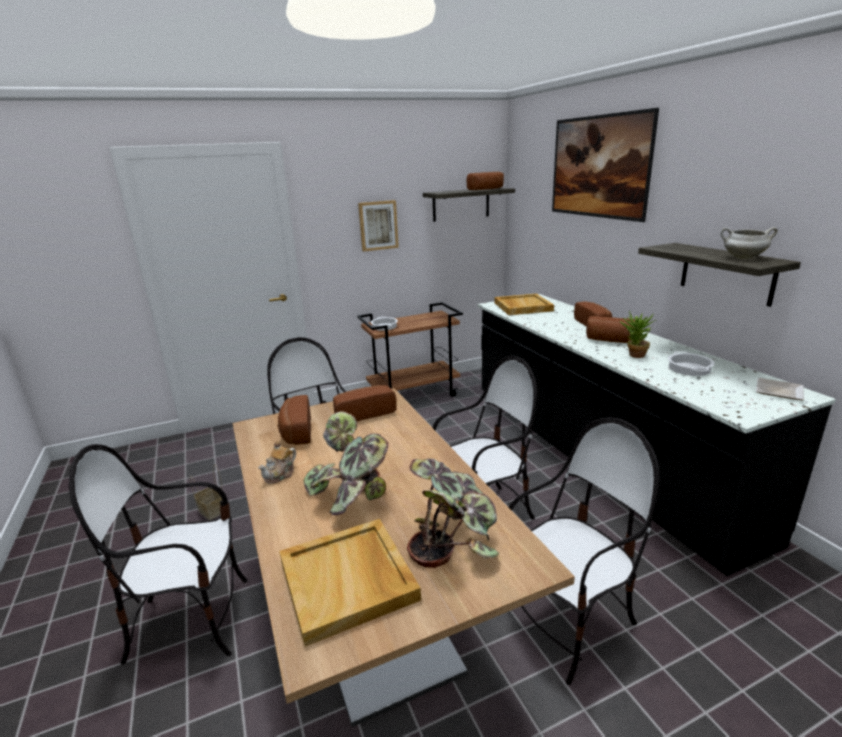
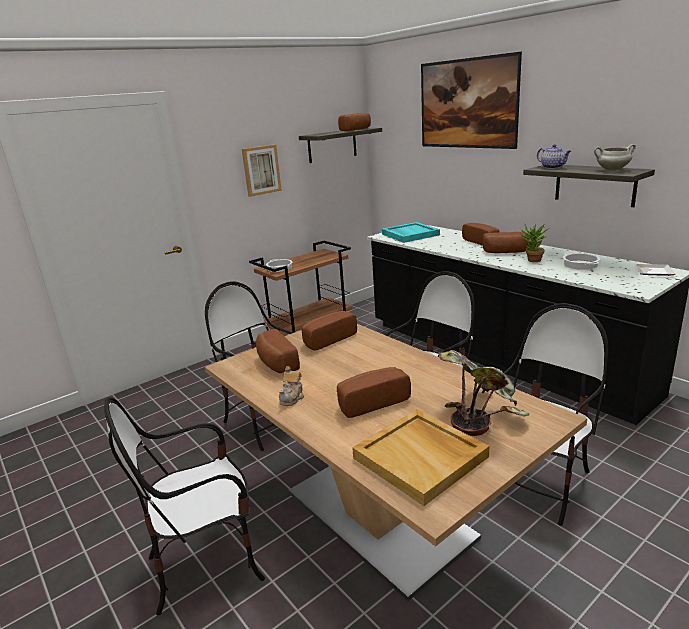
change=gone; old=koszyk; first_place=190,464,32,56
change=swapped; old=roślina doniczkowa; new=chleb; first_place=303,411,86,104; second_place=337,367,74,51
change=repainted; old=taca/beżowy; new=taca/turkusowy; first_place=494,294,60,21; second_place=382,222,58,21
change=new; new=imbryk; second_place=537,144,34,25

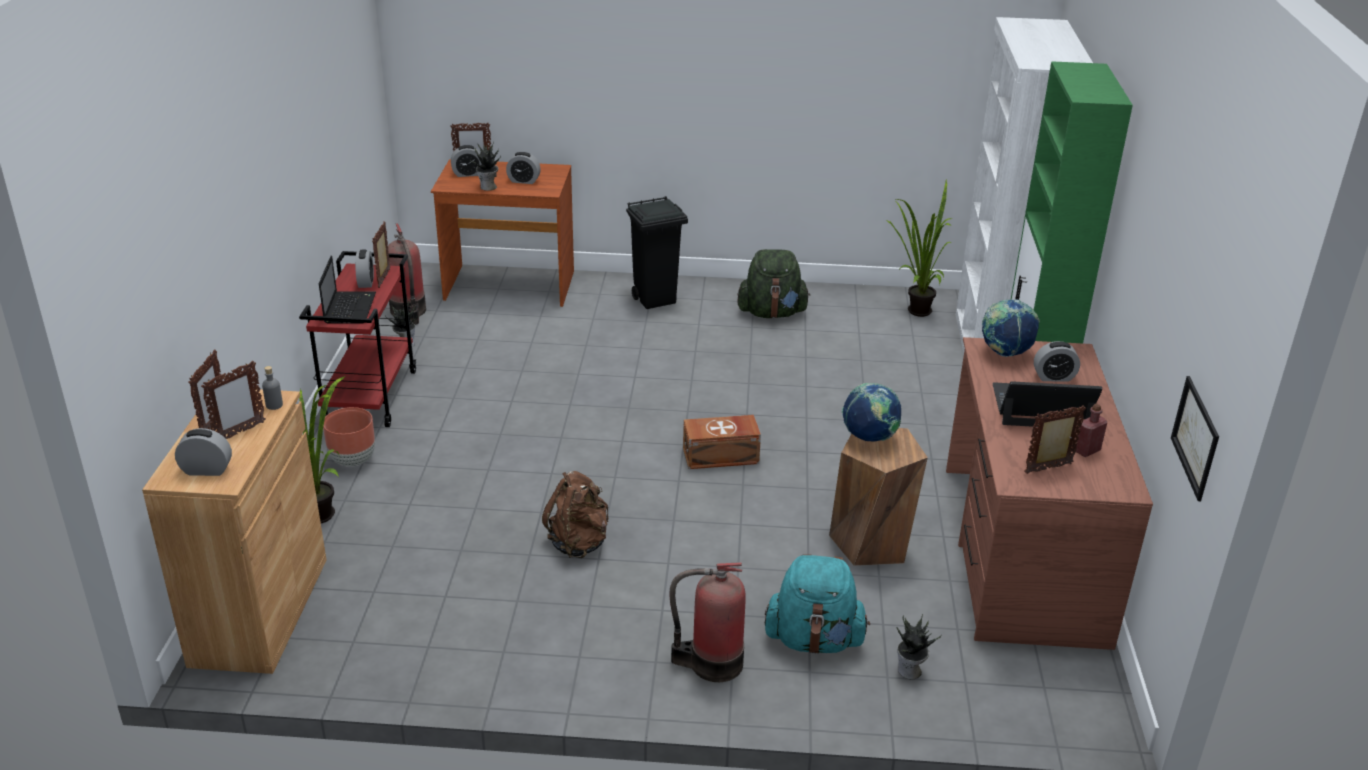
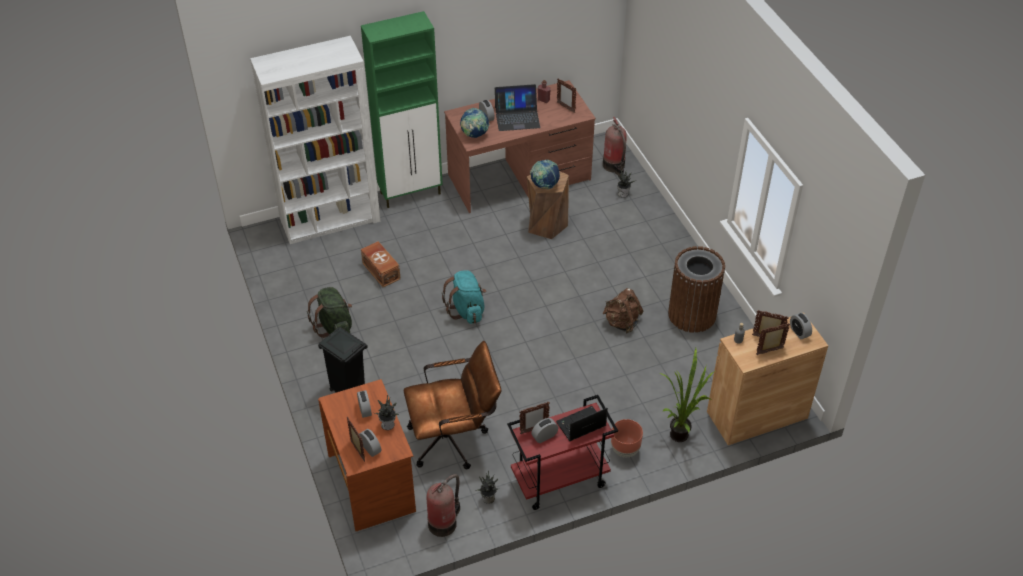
change=shifted; old=gaśnica; first_place=669,562,76,120; second_place=603,117,24,60
change=shifted; old=pojemnik do przechowywania/brązowy; first_place=683,415,78,54; second_place=361,241,40,46
change=shifted; old=plecak/turkusowy; first_place=765,554,105,100; second_place=442,270,44,54
change=gone; old=roślina doniczkowa; first_place=885,180,67,137
change=rotated; old=laptop; first_place=992,381,110,46; second_place=495,84,45,47; degrees=-75
change=gone; old=obraz; first_place=1171,376,48,125
change=new; new=krzesło biurowe/brązowy; second_place=404,341,98,128
change=new; new=kosz na śmieci/brązowy; second_place=668,246,57,87

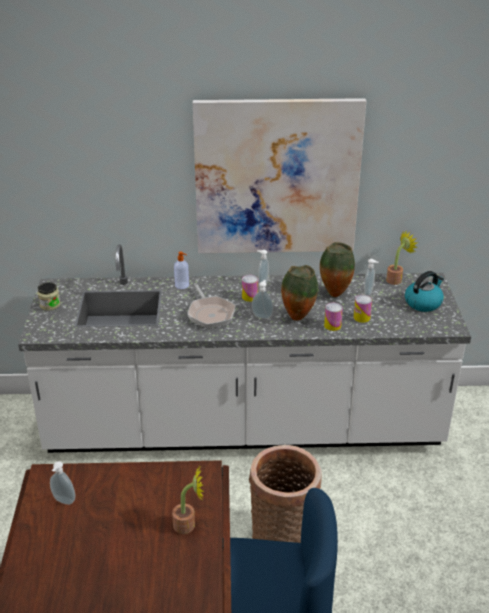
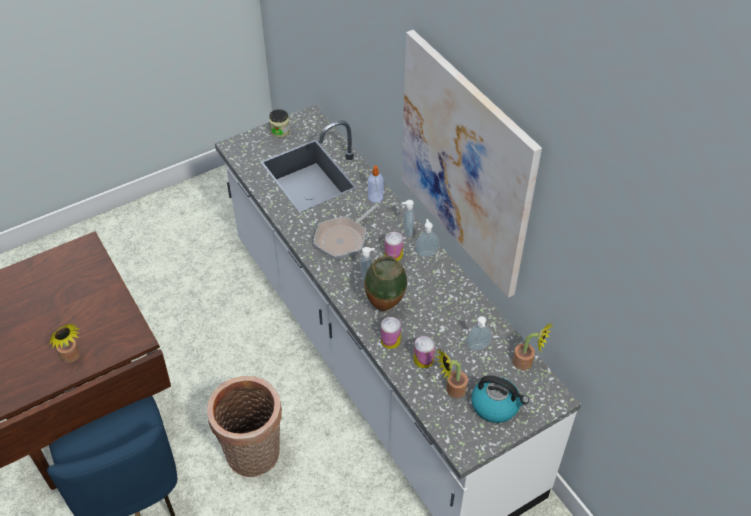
change=shifted; old=dozownik mydła; first_place=50,461,25,44; second_place=402,200,13,37
change=gone; old=wazon; first_place=320,242,35,55
change=new; new=roślina doniczkowa; second_place=436,350,32,48

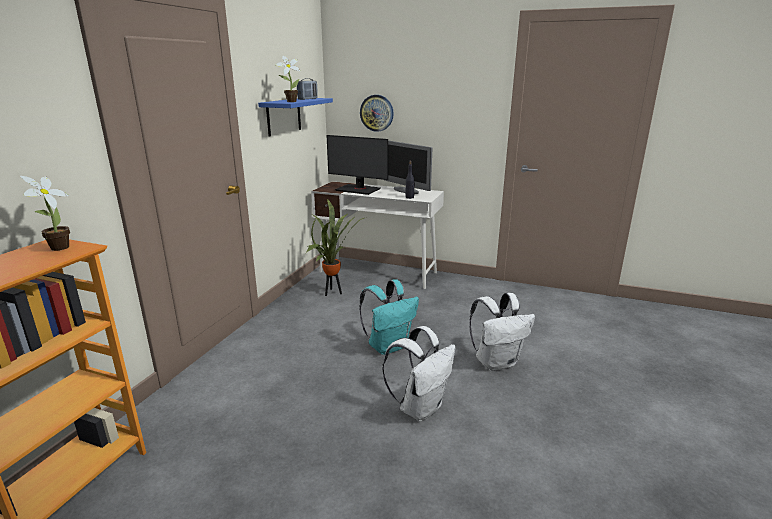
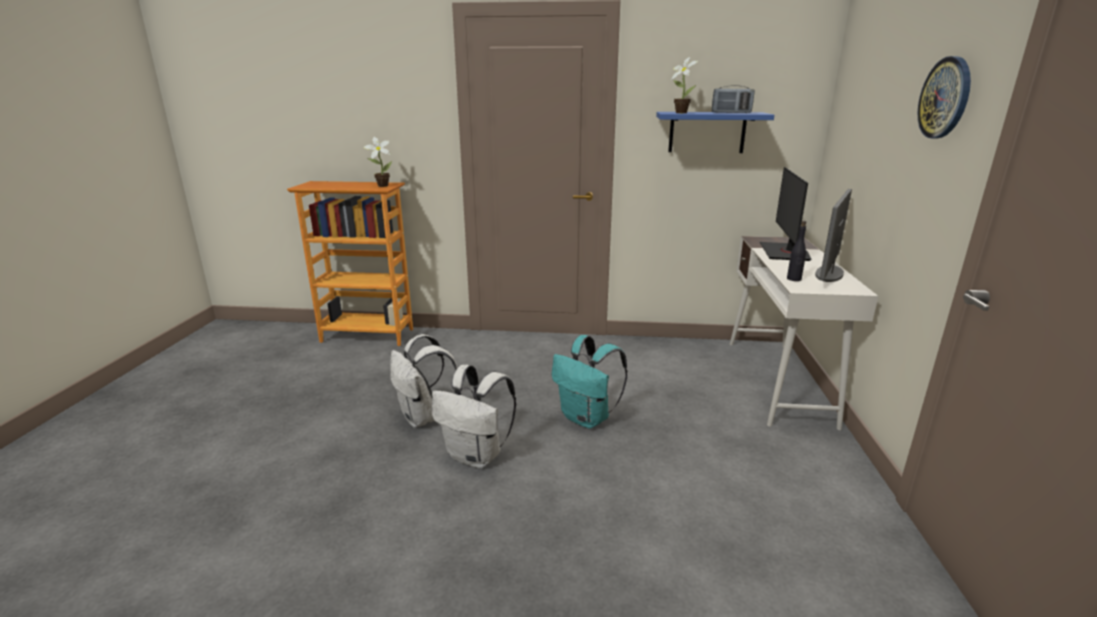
change=gone; old=roślina doniczkowa; first_place=306,199,58,97
change=shifted; old=zegar ścienny; first_place=360,95,34,37; second_place=918,56,53,82
change=shifted; old=plecak/biały; first_place=469,293,66,78; second_place=390,334,68,94

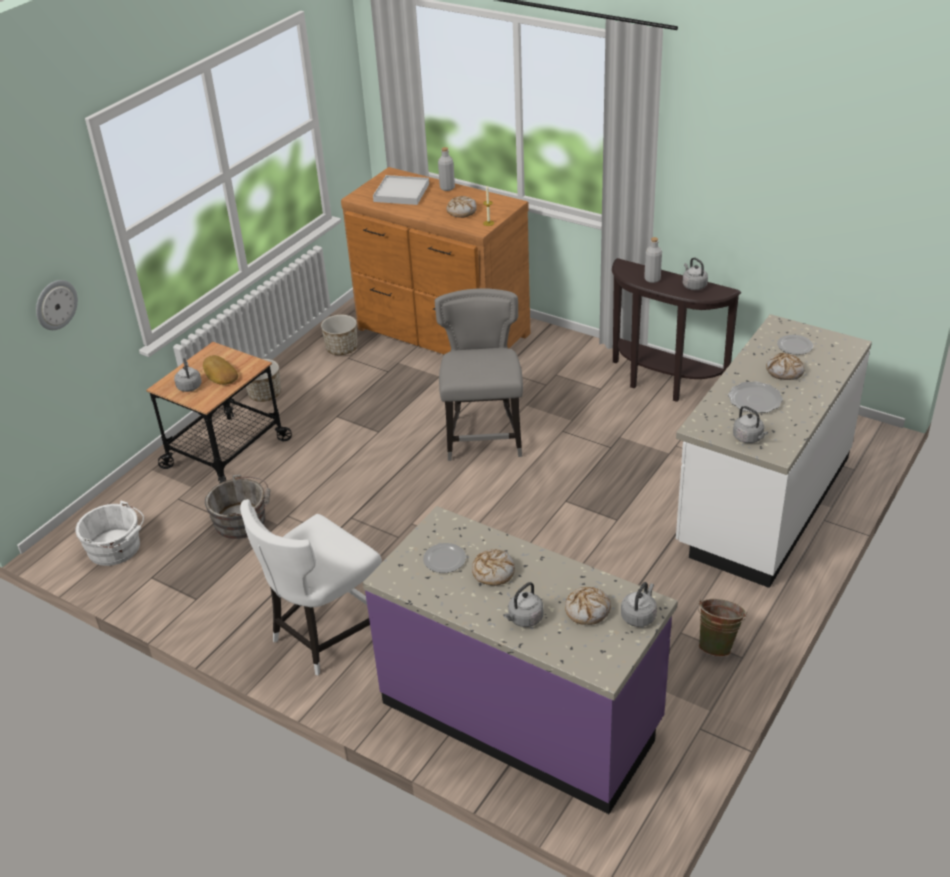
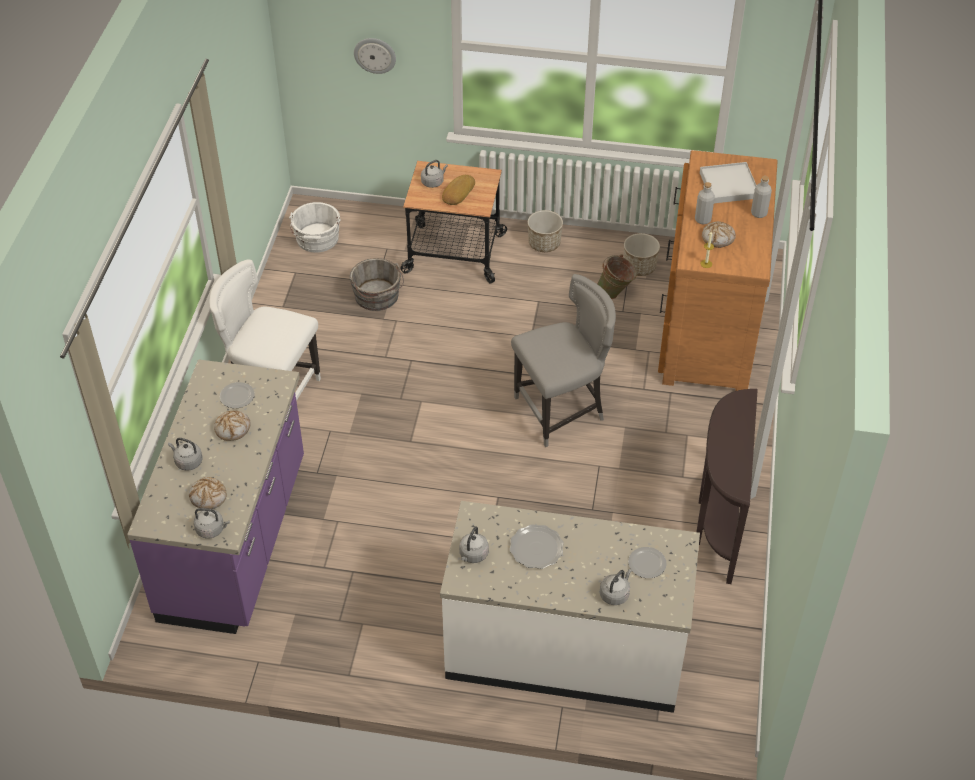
change=shifted; old=butelka/szary; first_place=644,237,18,46; second_place=695,182,20,42
change=shifted; old=czajnik/szary; first_place=682,258,26,32; second_place=600,569,32,36
change=shifted; old=wiadro/zielony; first_place=698,599,49,58; second_place=597,254,40,45
change=gone; old=chleb; first_place=766,353,39,27

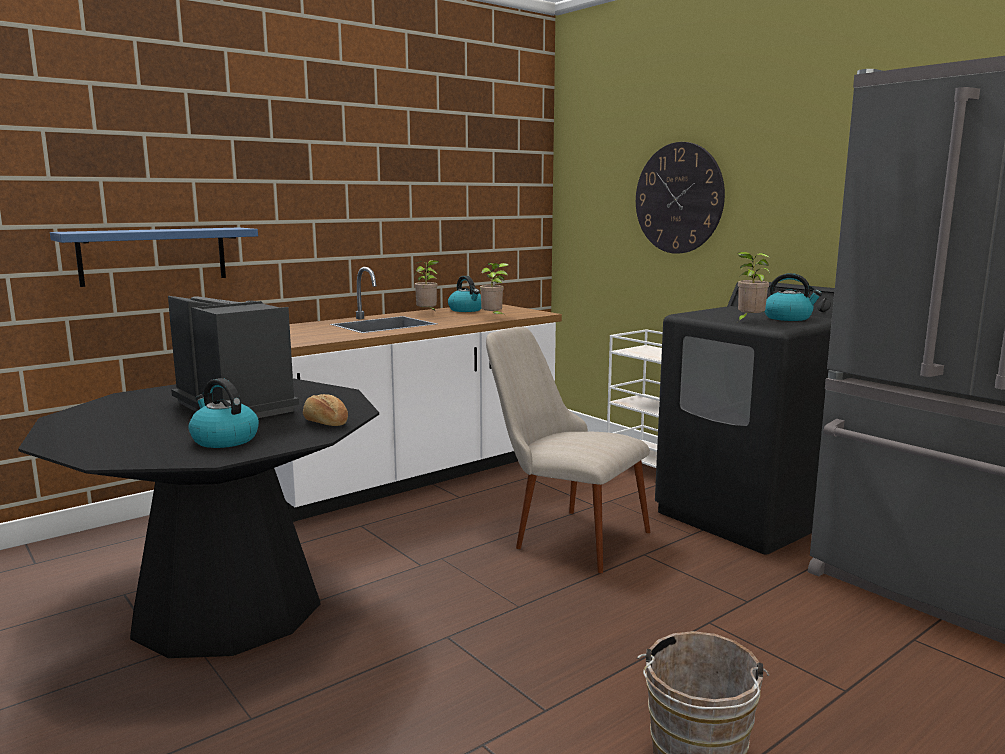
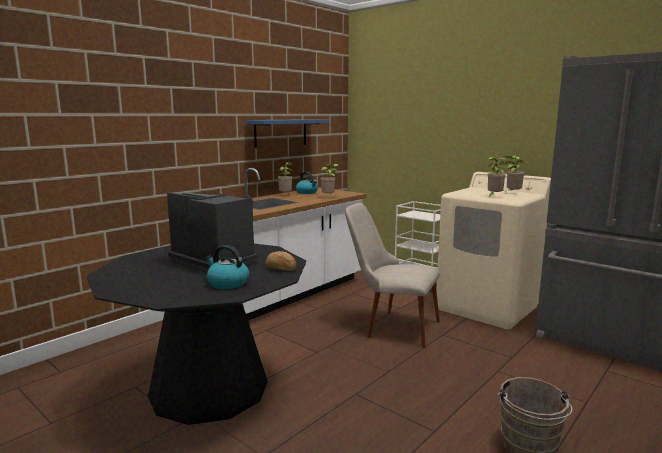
change=shifted; old=półka/niebieski; first_place=50,227,208,60; second_place=246,119,83,29
change=gone; old=zegar ścienny; first_place=636,142,89,112
change=repainted; old=pralka/czarny; new=pralka/beżowy; first_place=655,282,180,273; second_place=436,172,115,158
change=swapped; old=czajnik; new=roślina doniczkowa; first_place=764,273,58,48; second_place=504,155,20,37

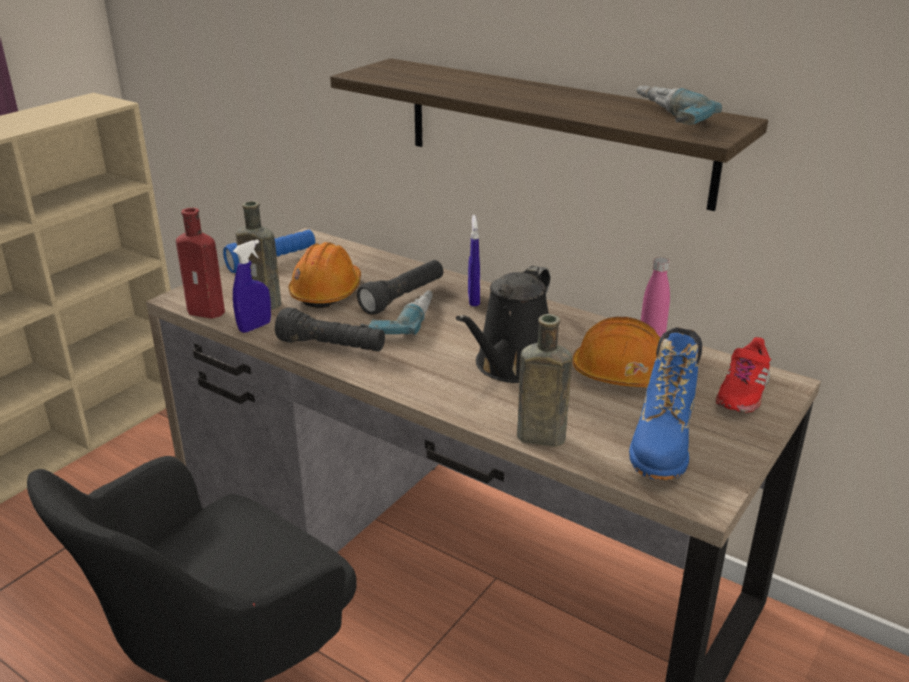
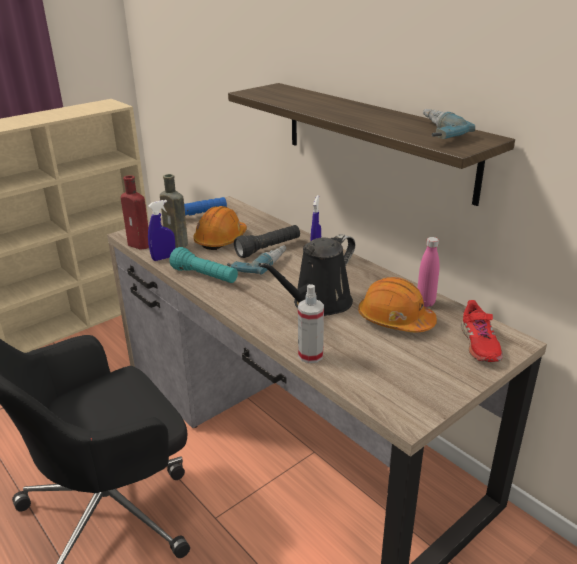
change=repainted; old=latarka/czarny; new=latarka/turkusowy; first_place=275,307,110,45; second_place=170,247,68,36
change=swapped; old=butelka/brązowy; new=spryskiwacz; first_place=517,314,55,133; second_place=298,284,26,79
change=gone; old=but z cholewką/niebieski; first_place=629,327,73,153
change=rotated; old=but/czerwony; first_place=715,337,56,76; second_place=461,300,42,62; degrees=-45

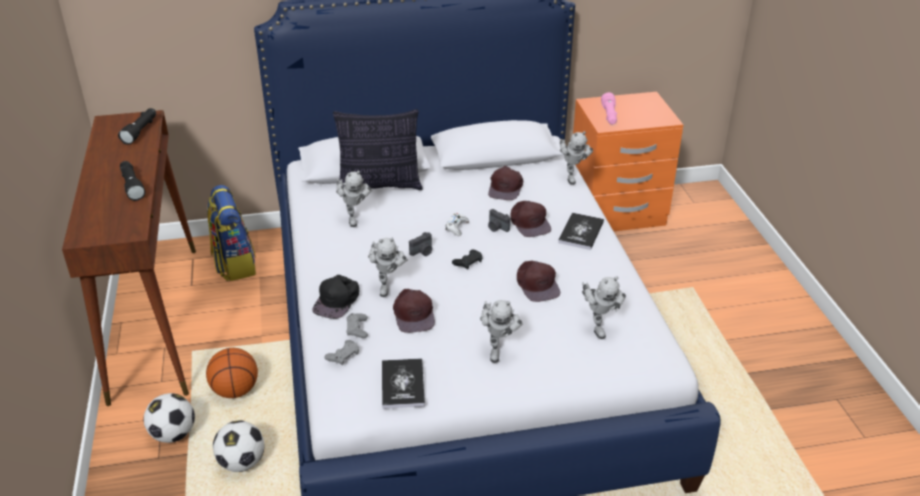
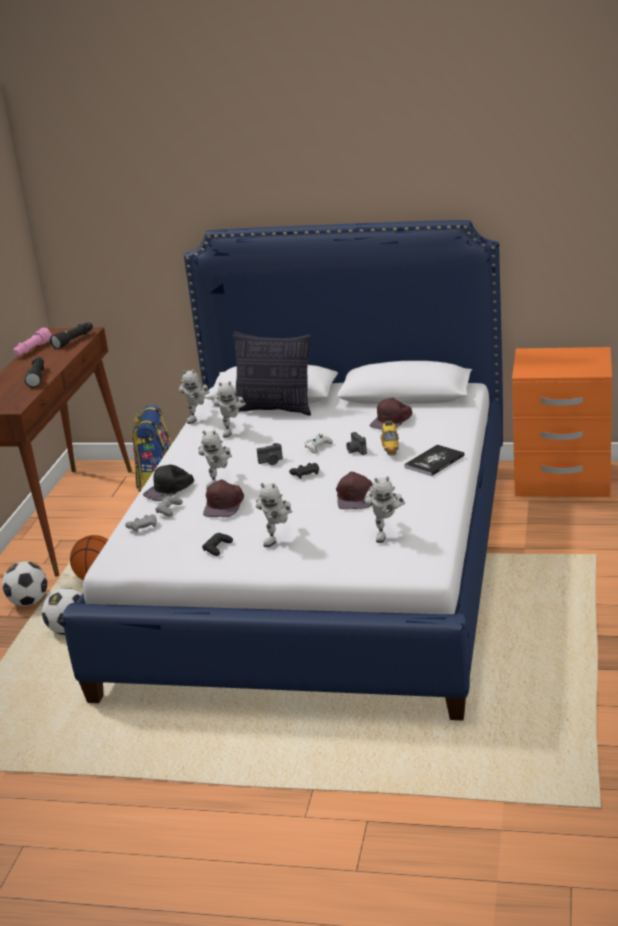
change=gone; old=książka; first_place=382,358,43,51
change=swapped; old=czapka z daszkiem/brązowy; new=samochodzik; first_place=511,201,40,36; second_place=380,421,19,35
change=shifted; old=robot zabawkowy; first_place=560,131,33,54; second_place=179,369,31,55
change=shifted; old=latarka/różowy; first_place=601,92,16,33; second_place=13,328,39,28
change=new; new=pad do gier/czarny; second_place=202,533,31,23

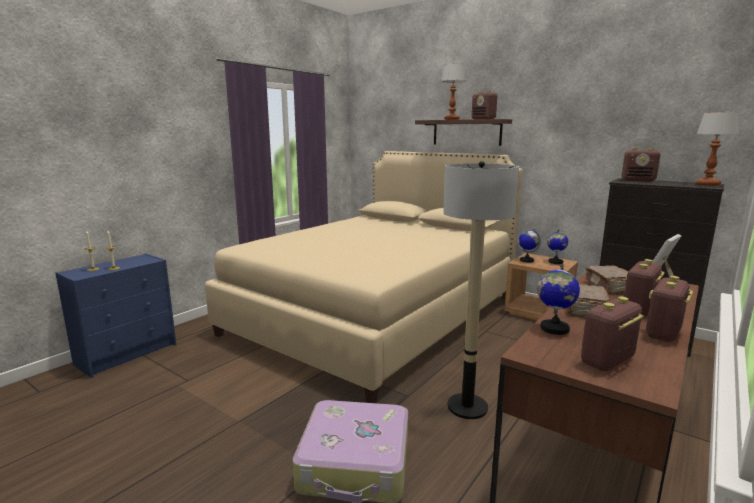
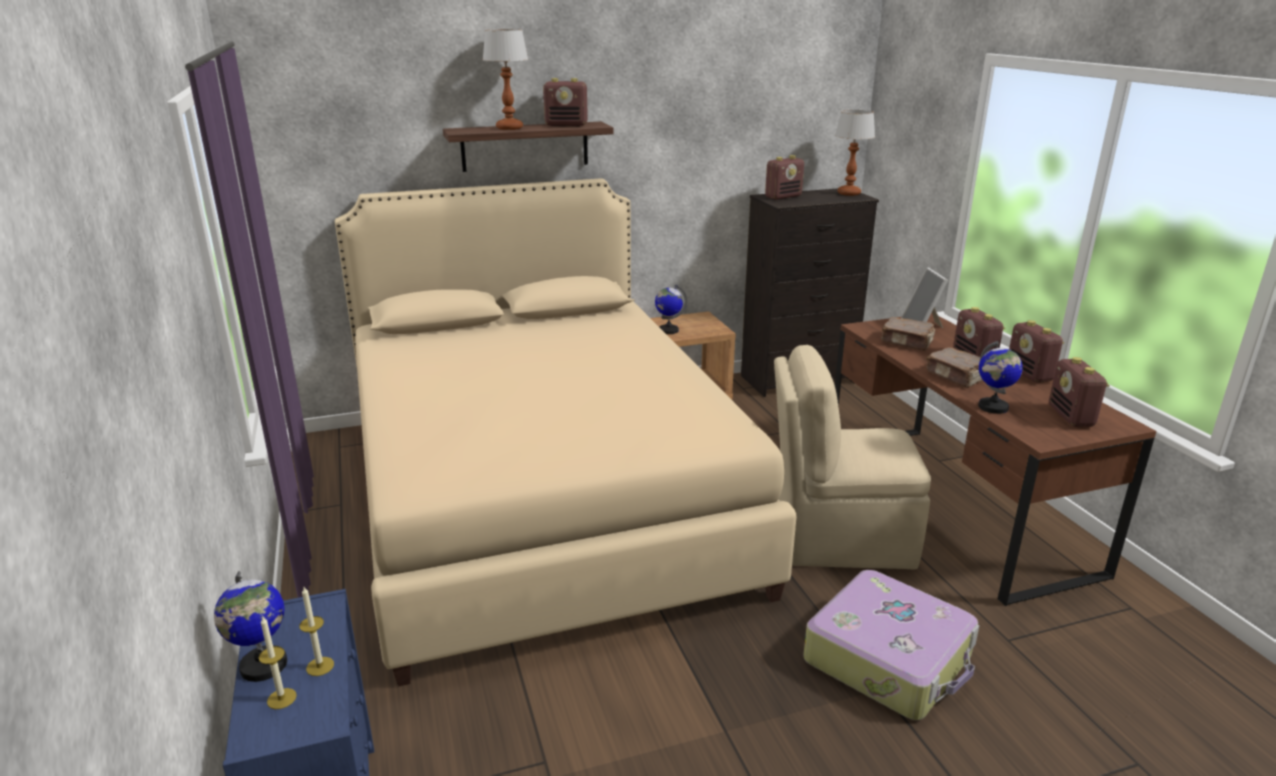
change=swapped; old=lampa stojąca; new=krzesło/beżowy; first_place=443,161,76,258; second_place=774,345,157,225
change=shifted; old=globus; first_place=547,229,21,35; second_place=214,571,73,111

